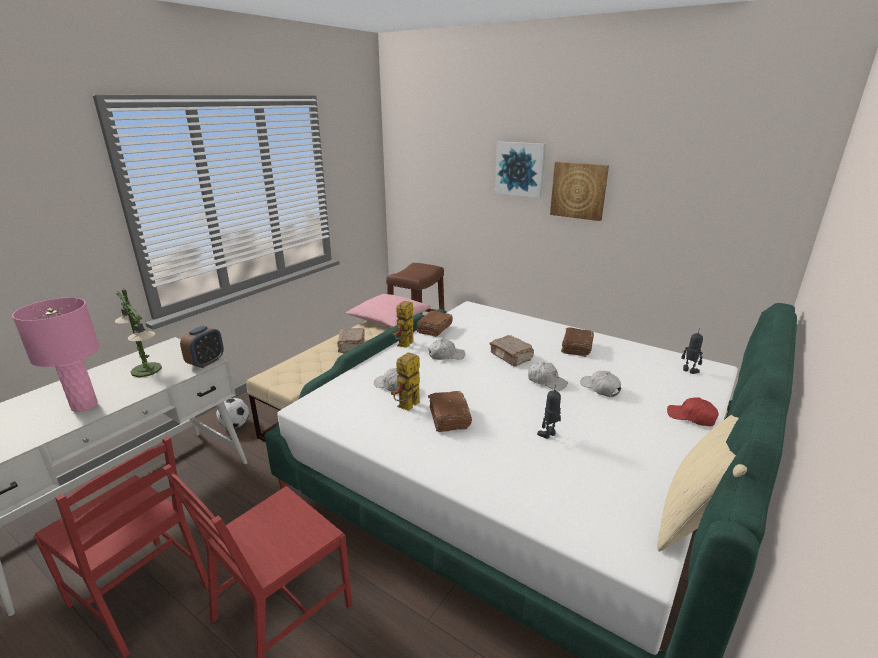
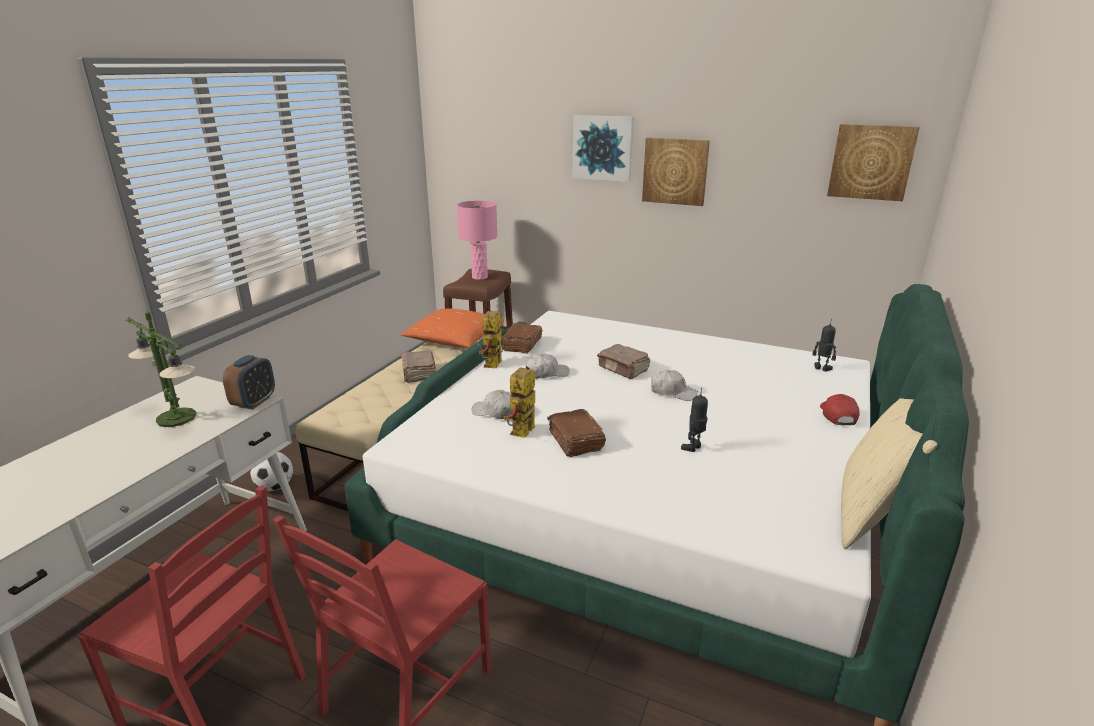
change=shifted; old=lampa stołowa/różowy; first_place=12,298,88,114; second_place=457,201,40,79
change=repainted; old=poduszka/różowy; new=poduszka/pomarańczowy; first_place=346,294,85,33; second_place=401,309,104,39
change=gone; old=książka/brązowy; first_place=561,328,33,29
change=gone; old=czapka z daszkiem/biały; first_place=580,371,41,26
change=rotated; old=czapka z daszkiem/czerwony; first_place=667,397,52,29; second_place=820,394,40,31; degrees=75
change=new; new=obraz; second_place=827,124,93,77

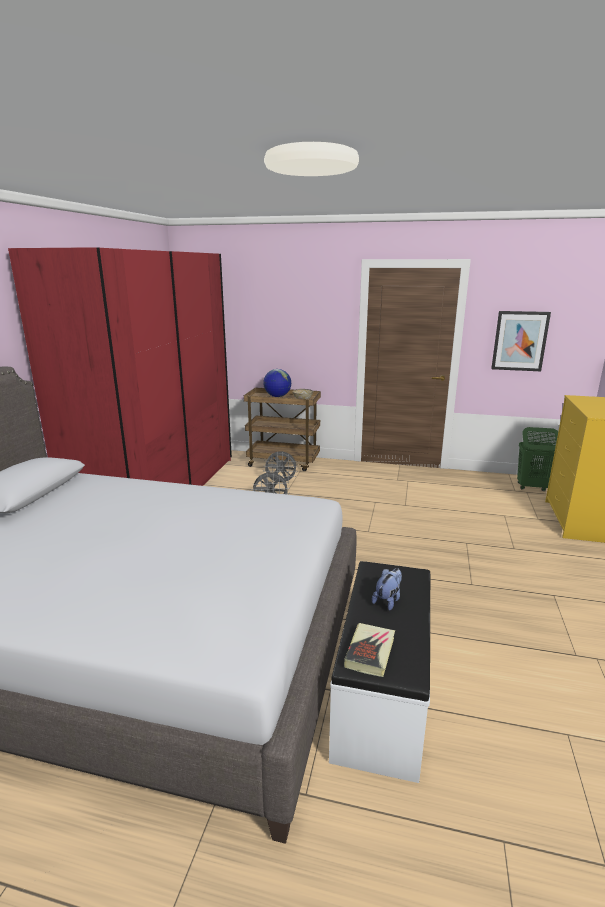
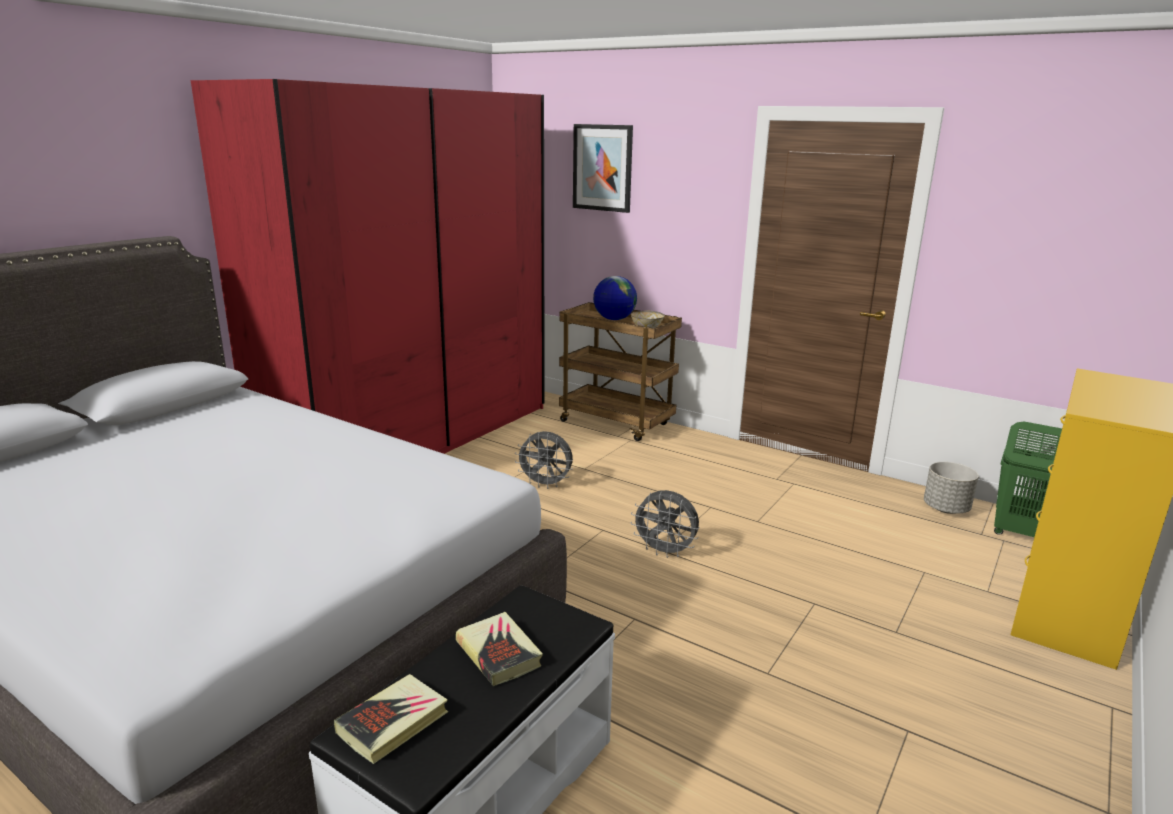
change=shifted; old=wentylator/szary; first_place=263,451,35,34; second_place=630,490,70,68
change=swapped; old=pluszak; new=książka; first_place=372,568,30,43; second_place=456,612,87,74
change=shifted; old=obraz; first_place=491,311,60,60; second_place=573,124,60,89
change=new; new=donica/szary; second_place=924,462,55,52

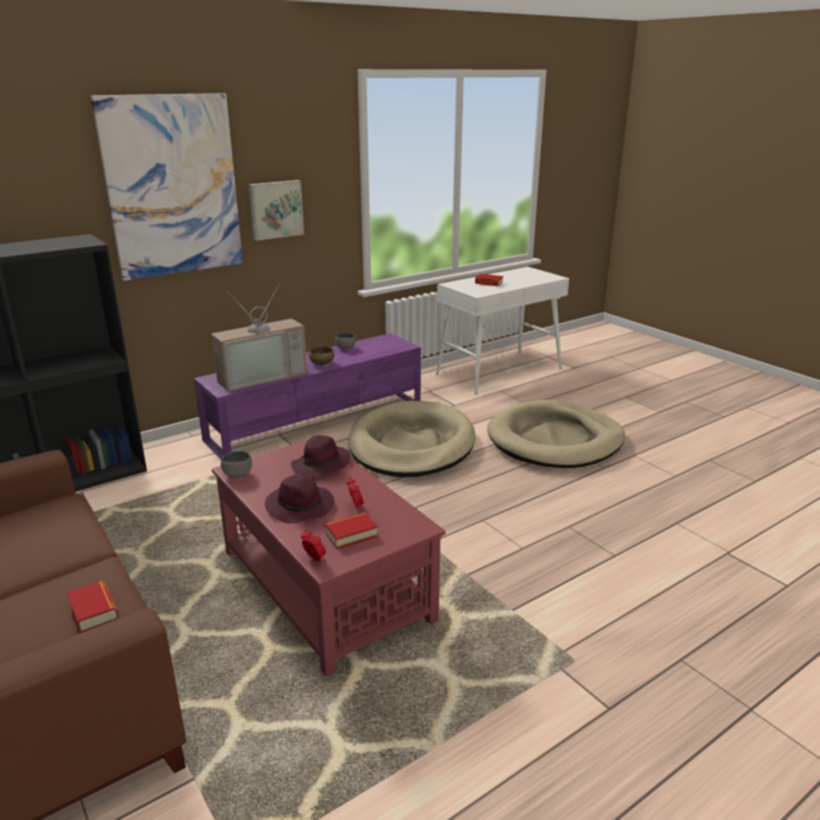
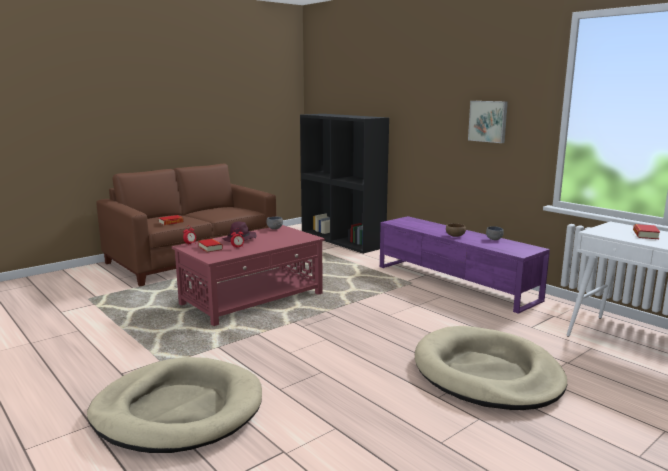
change=gone; old=obraz; first_place=91,93,152,188
change=gone; old=telewizor; first_place=212,282,95,110
change=gone; old=kapelusz/fioletowy; first_place=291,435,60,41
change=shifted; old=legowisko/beżowy; first_place=348,401,127,76; second_place=87,357,175,96

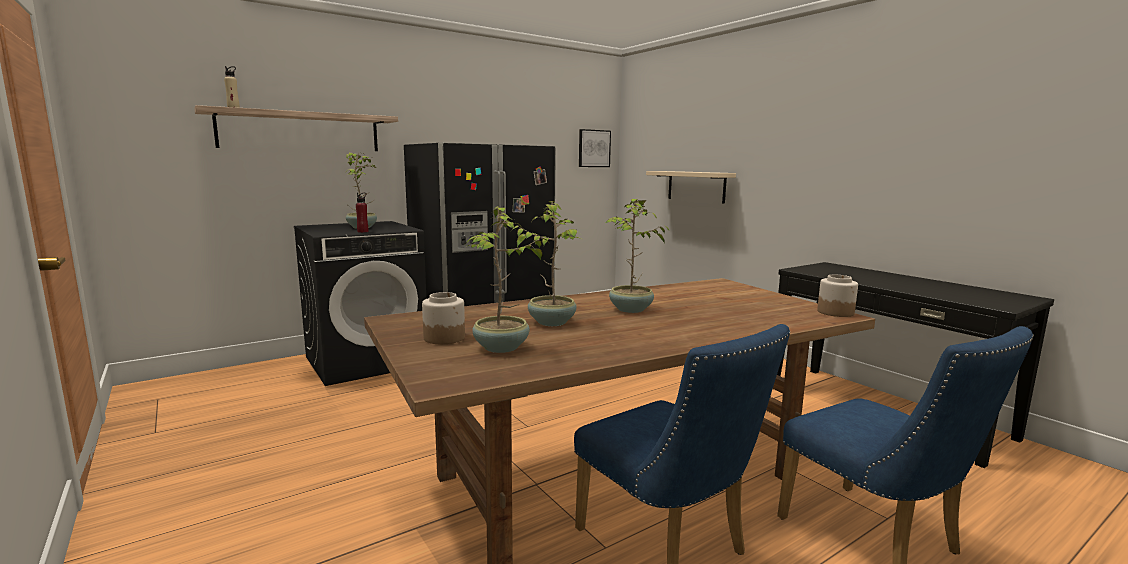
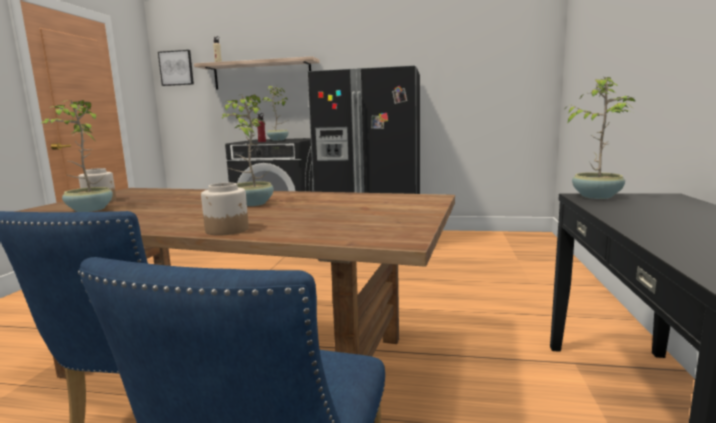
change=shifted; old=roślina doniczkowa; first_place=511,201,70,125; second_place=563,77,73,122
change=shifted; old=obraz; first_place=579,129,32,38; second_place=158,50,36,36
change=gone; old=półka/beżowy; first_place=646,171,90,33
change=shifted; old=słoik; first_place=817,275,41,42; second_place=201,183,48,53

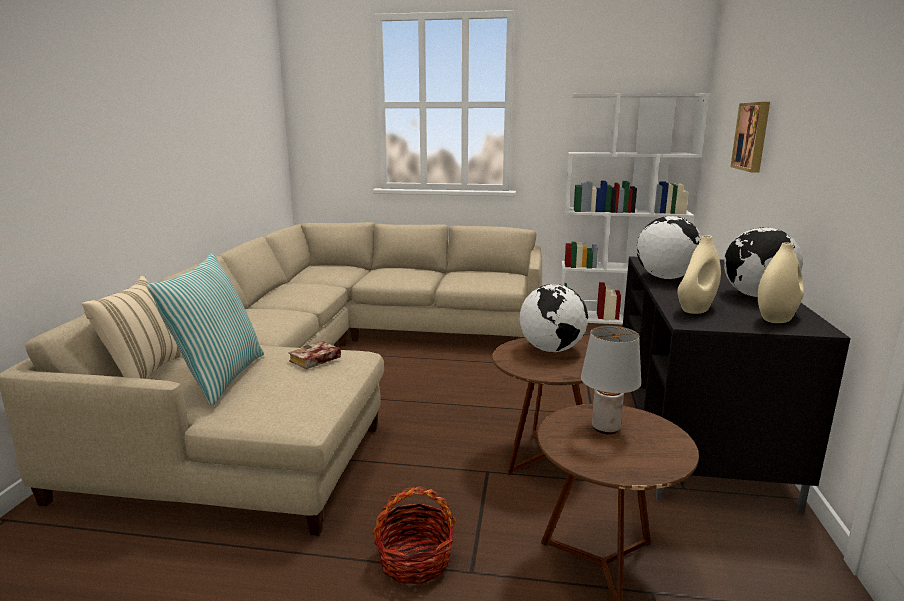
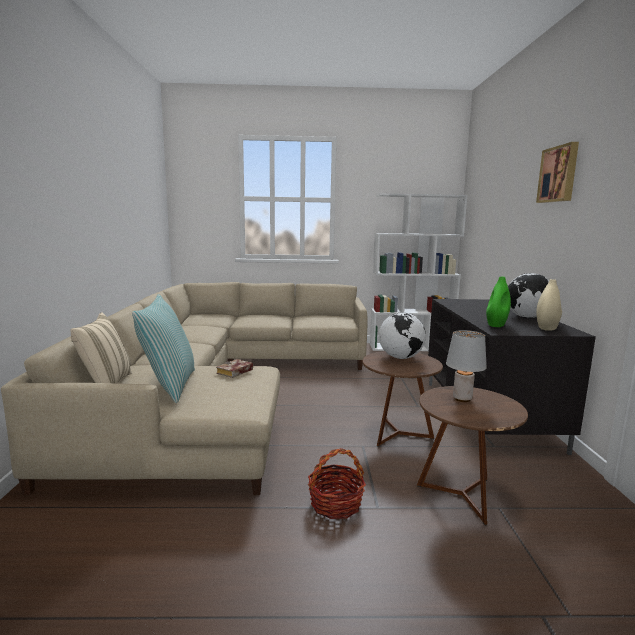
change=gone; old=globus; first_place=637,216,65,63
change=repainted; old=wazon/beżowy; new=wazon/zielony; first_place=677,235,44,79; second_place=486,277,25,50
change=shifted; old=obraz; first_place=731,102,39,70; second_place=536,142,43,61

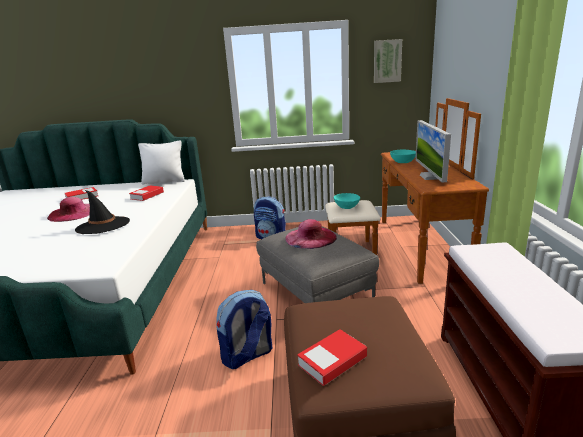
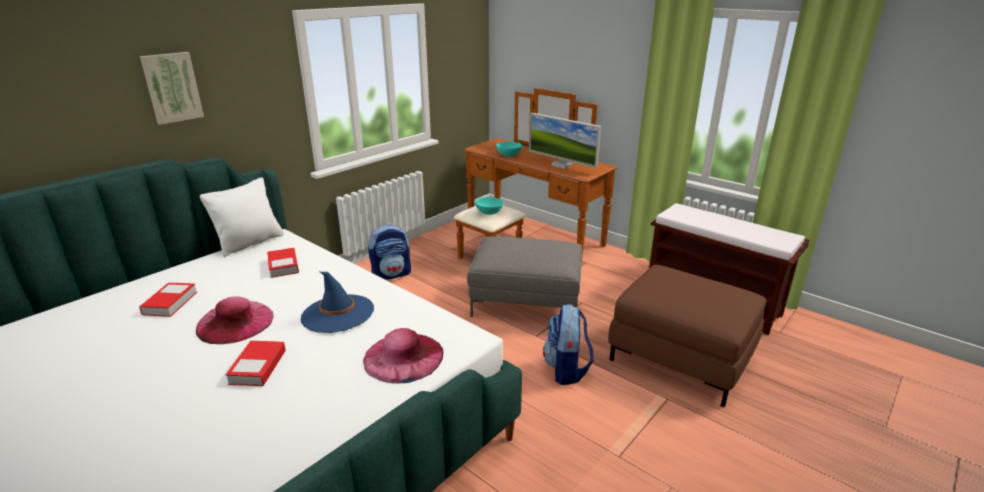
change=repainted; old=kapelusz/czarny; new=kapelusz/niebieski; first_place=75,190,55,44; second_place=301,272,73,61
change=shifted; old=kapelusz/różowy; first_place=285,219,52,30; second_place=363,328,80,55
change=shifted; old=książka; first_place=297,329,70,57; second_place=226,341,60,45
change=shifted; old=obraz; first_place=374,39,28,44; second_place=140,52,64,73

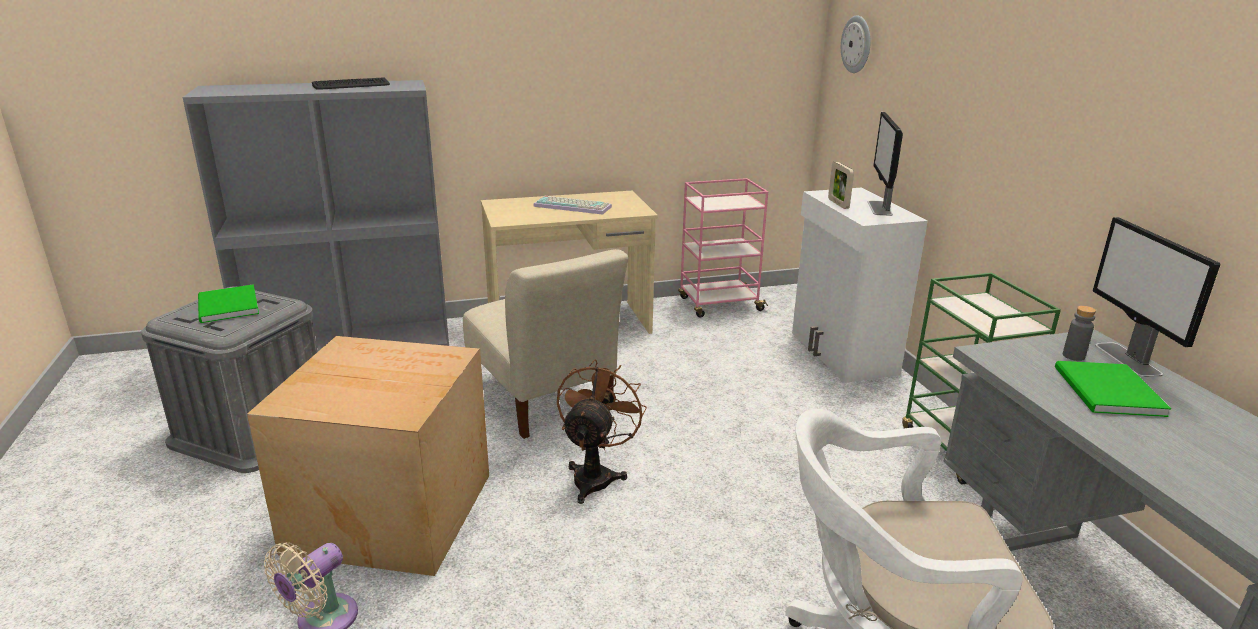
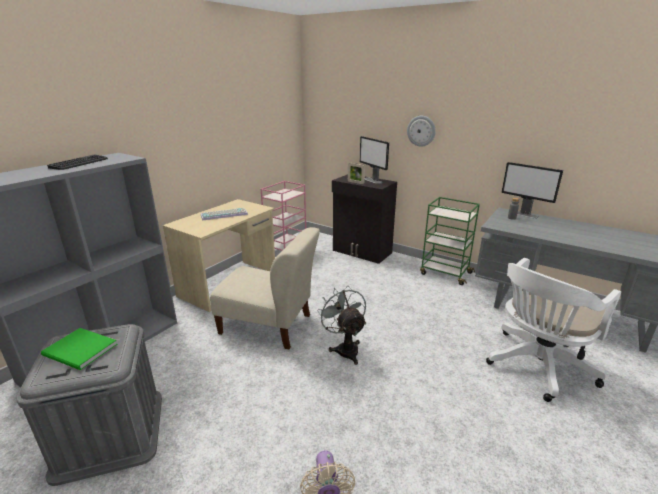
change=gone; old=karton; first_place=247,336,242,240
change=repainted; old=wentylator/brązowy; new=wentylator/szary; first_place=557,359,90,145; second_place=317,286,49,79
change=repainted; old=szafka/biały; new=szafka/czarny; first_place=792,188,136,195; second_place=332,174,65,90
change=shifted; old=zegar ścienny; first_place=841,15,30,58; second_place=407,116,29,31
change=gone; old=książka/zielony; first_place=1055,361,116,56

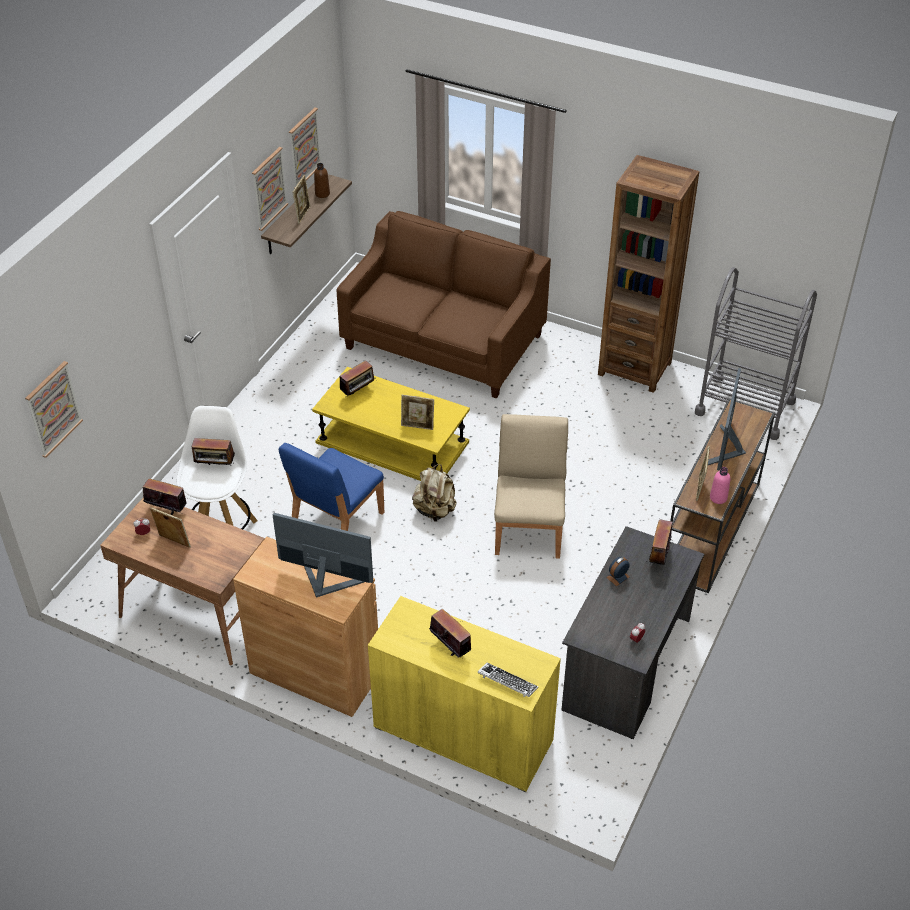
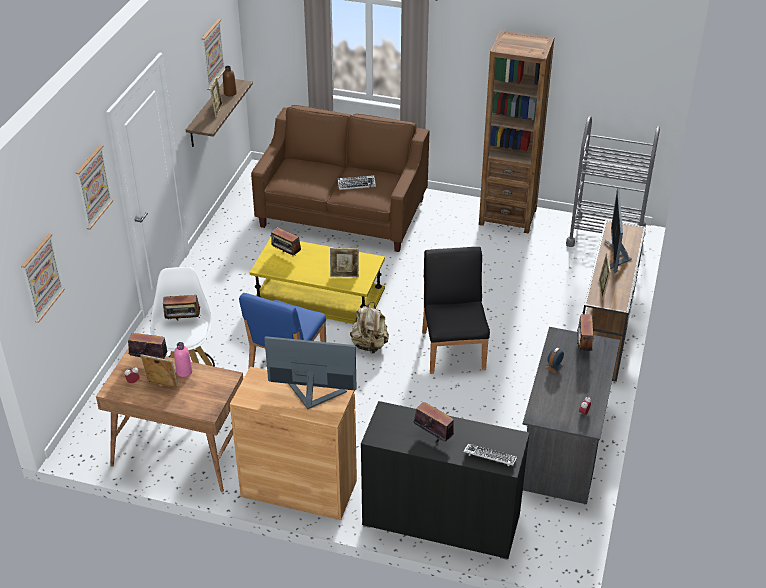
change=shifted; old=obraz; first_place=252,147,36,84; second_place=76,145,37,85
change=rotated; old=radio; first_place=340,360,35,35; second_place=271,227,30,29; degrees=90
change=repainted; old=szafka/żółty; new=szafka/czarny; first_place=368,596,193,196; second_place=361,401,168,159
change=repainted; old=krzesło/beżowy; new=krzesło/czarny; first_place=494,414,74,145; second_place=422,247,68,127
change=shifted; old=butelka/różowy; first_place=710,467,20,37; second_place=174,342,18,35
change=new; new=klawiatura; second_place=338,175,38,15

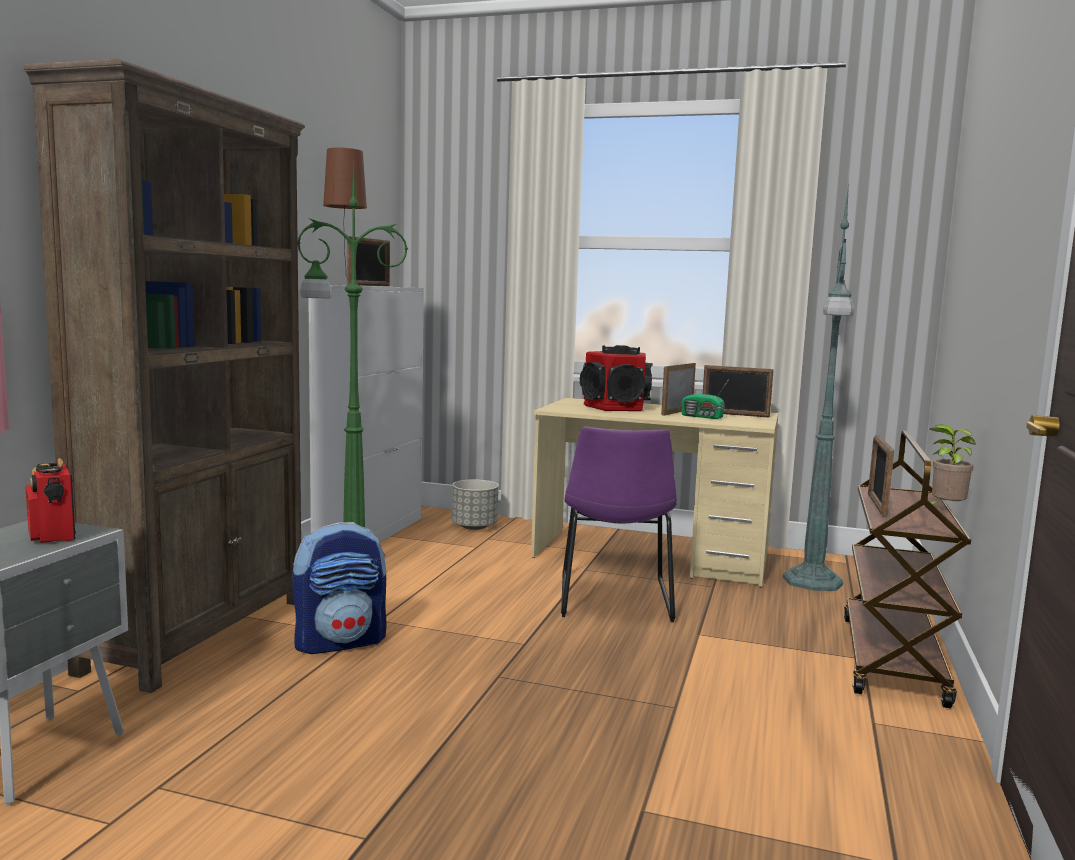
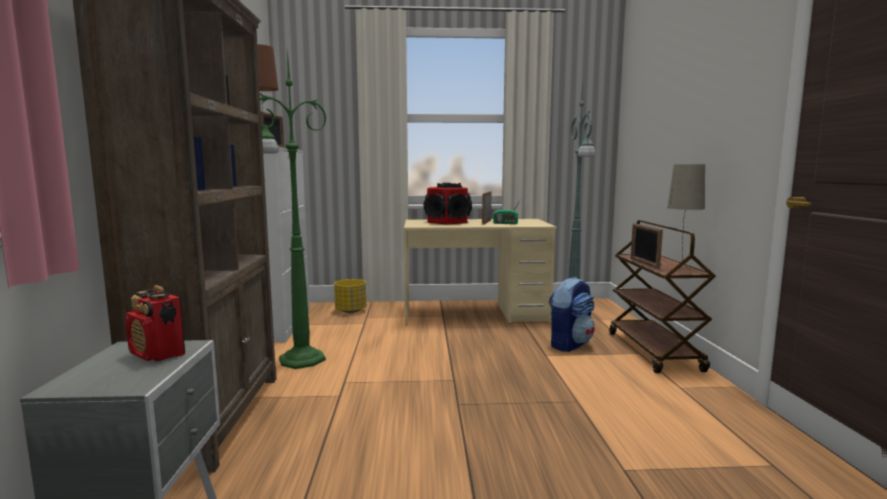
change=shifted; old=plecak; first_place=292,522,95,132; second_place=549,277,46,75
change=repainted; old=donica/szary; new=donica/żółty; first_place=452,480,47,50; second_place=334,279,32,34
change=gone; old=krzesło/fioletowy; first_place=561,427,116,195
change=gone; old=ramka na zdjęcie; first_place=703,365,71,53
change=gone; old=roślina doniczkowa; first_place=924,424,52,85
change=new; new=lampa stołowa/beżowy; second_place=667,164,38,105

